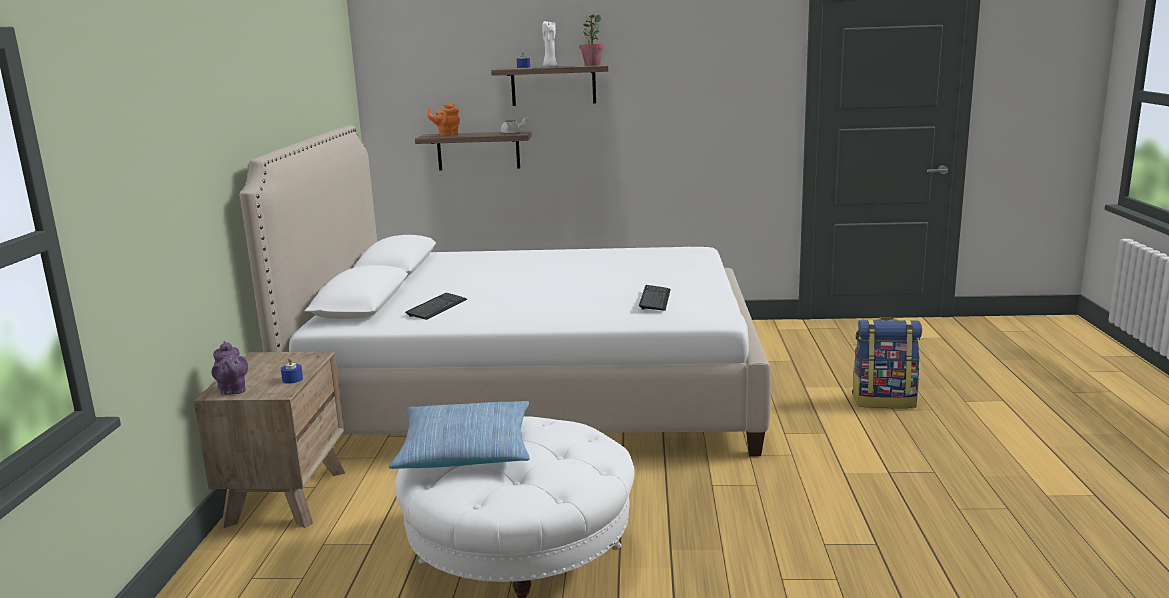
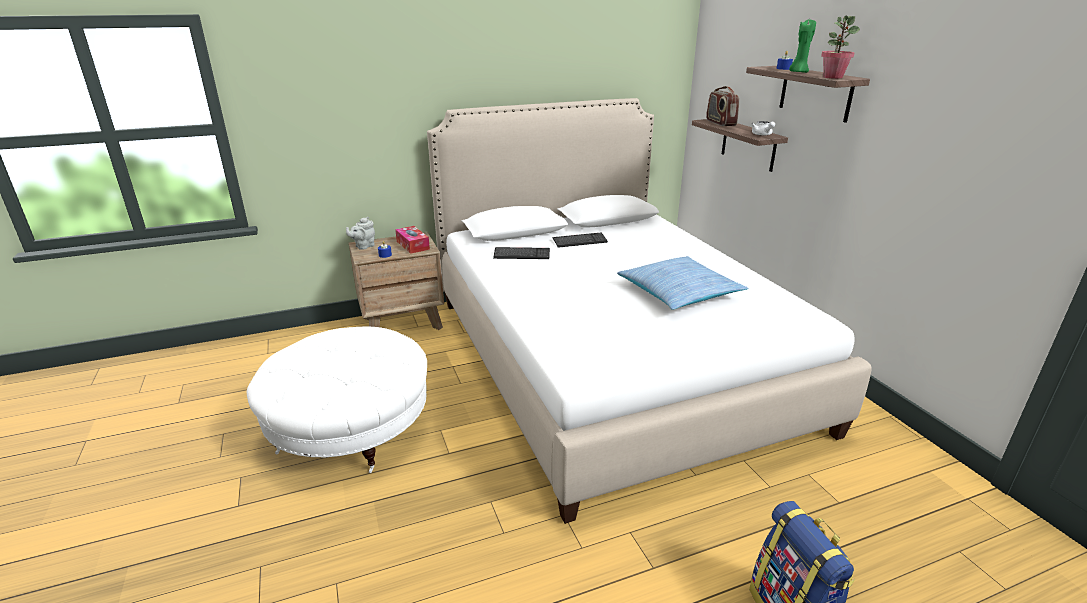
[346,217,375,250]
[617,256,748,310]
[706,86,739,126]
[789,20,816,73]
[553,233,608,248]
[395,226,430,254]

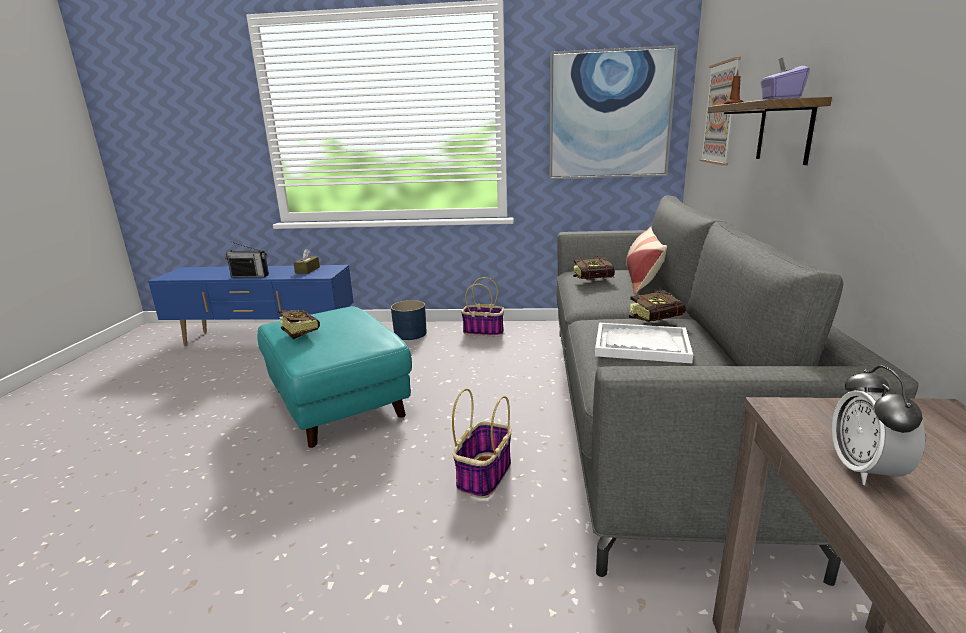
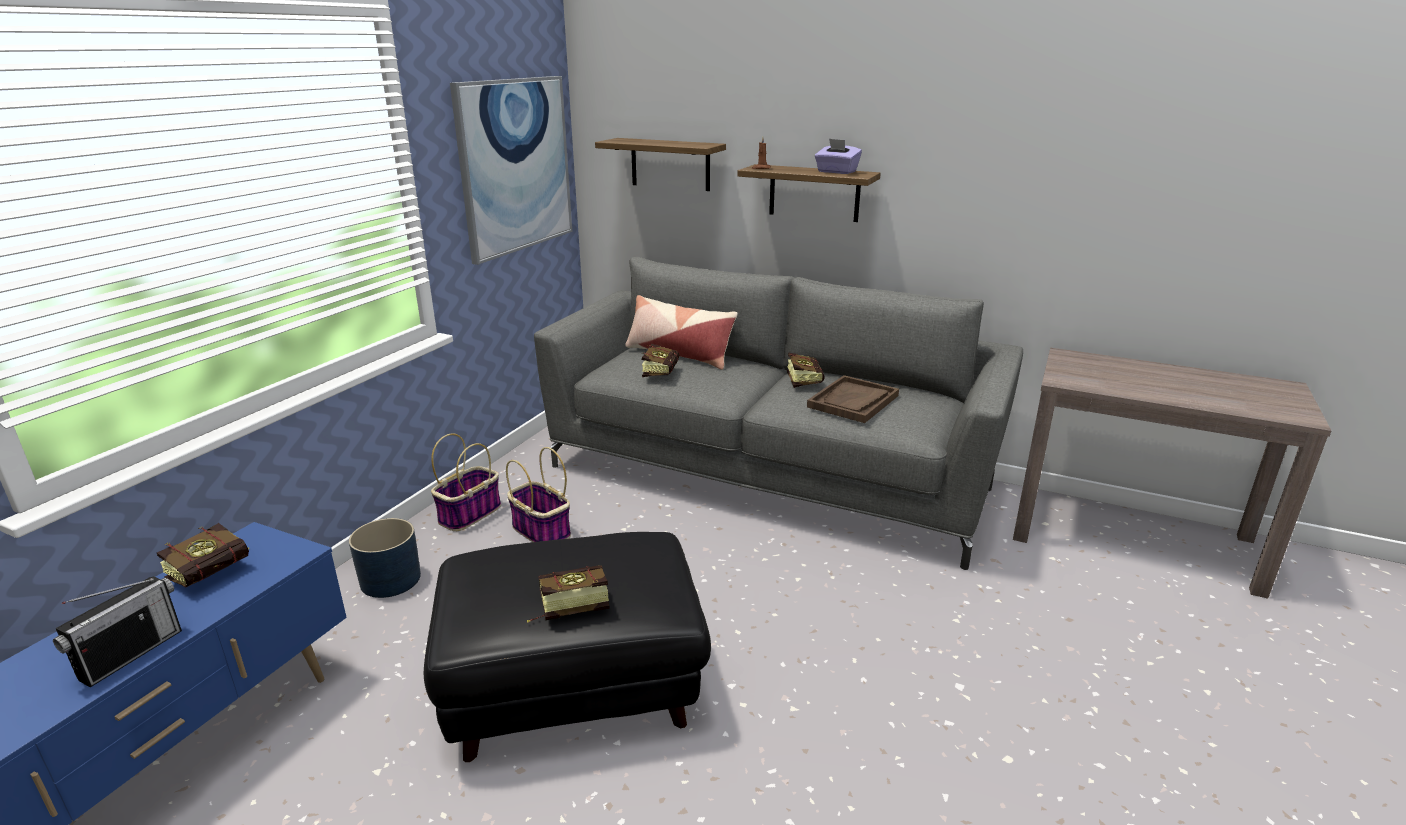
[424,532,711,762]
[157,523,249,587]
[506,447,571,542]
[807,375,899,423]
[595,138,726,191]
[832,365,925,485] (first image)

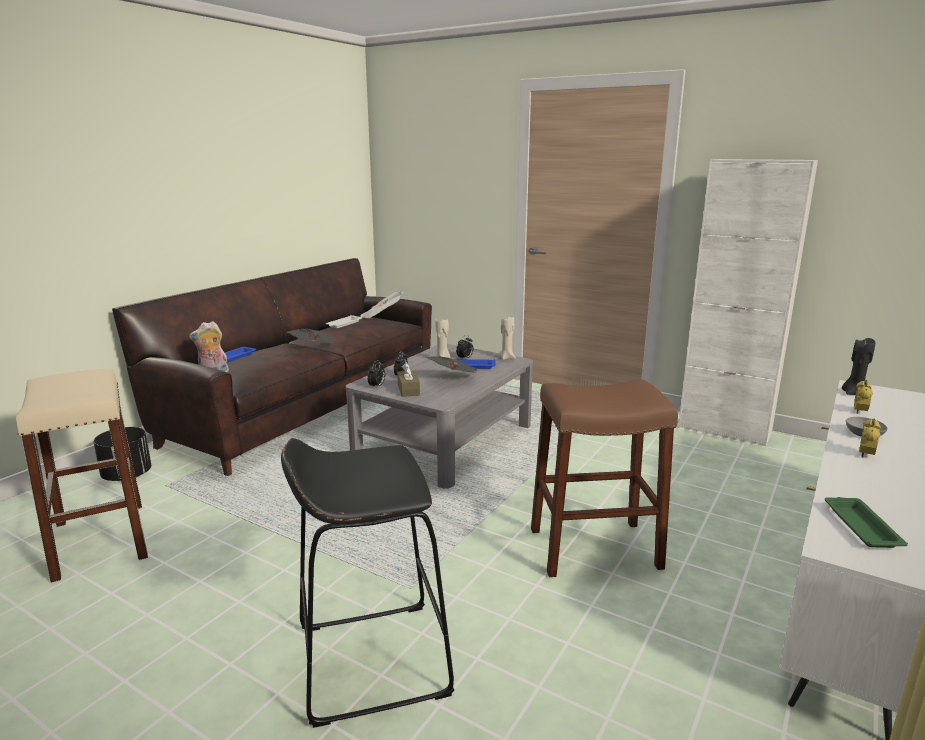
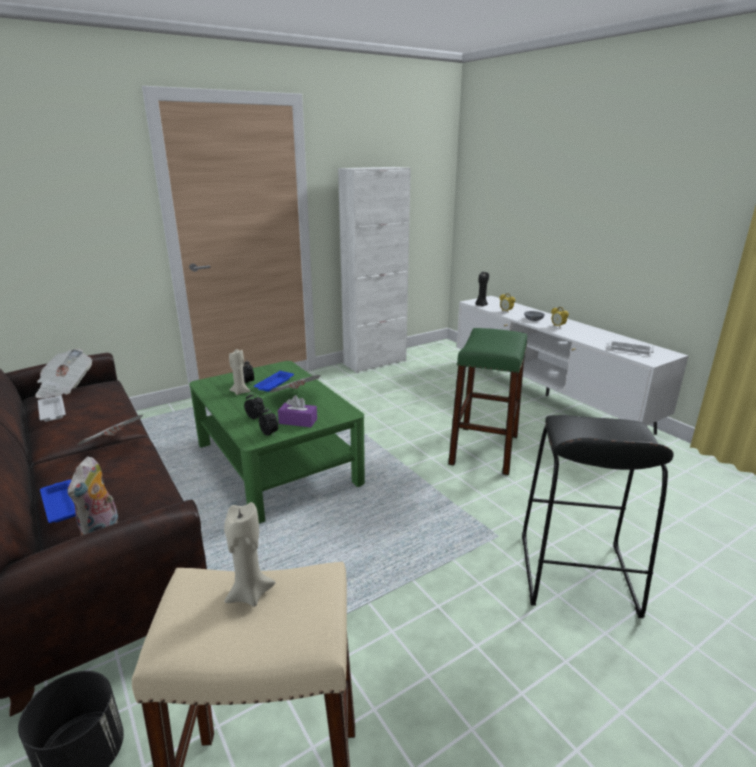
[189,361,365,523]
[278,395,317,427]
[224,502,276,607]
[448,328,527,475]
[607,341,654,355]

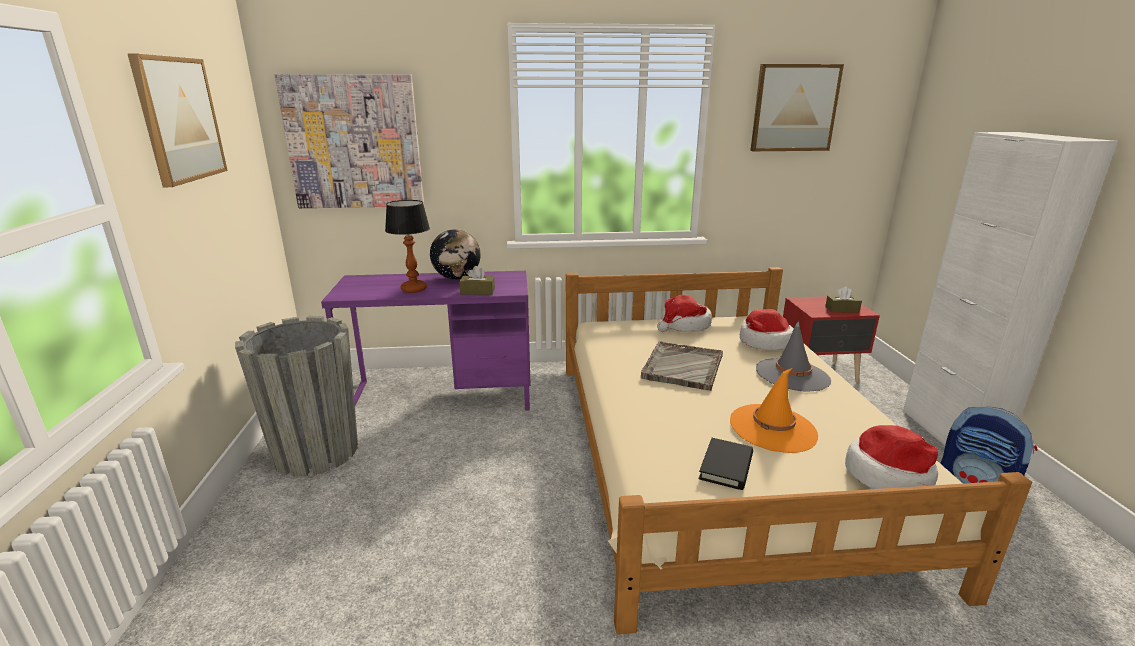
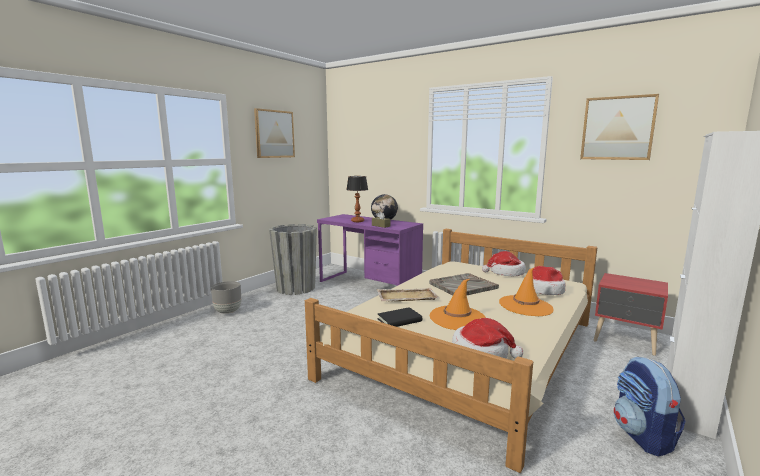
[275,74,424,208] (first image)
[499,268,554,316]
[825,286,862,312] (first image)
[211,281,241,314]
[377,288,439,301]

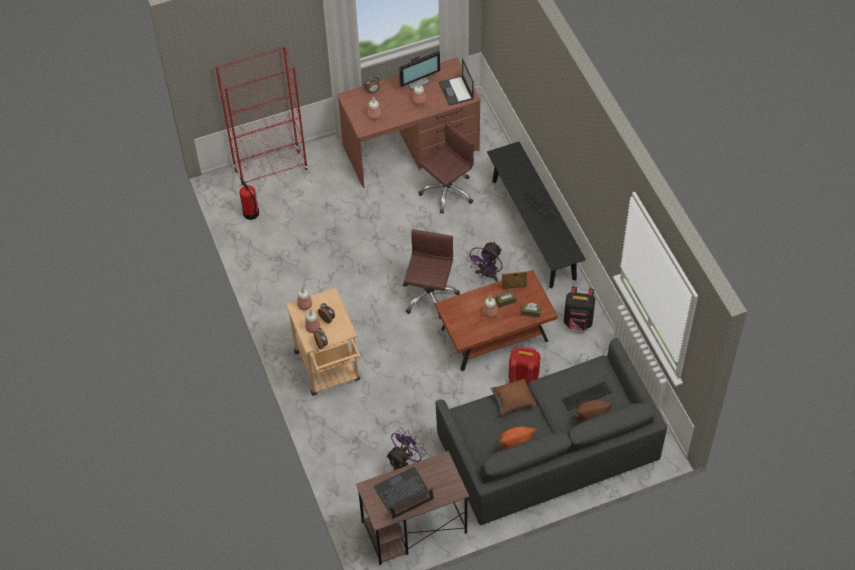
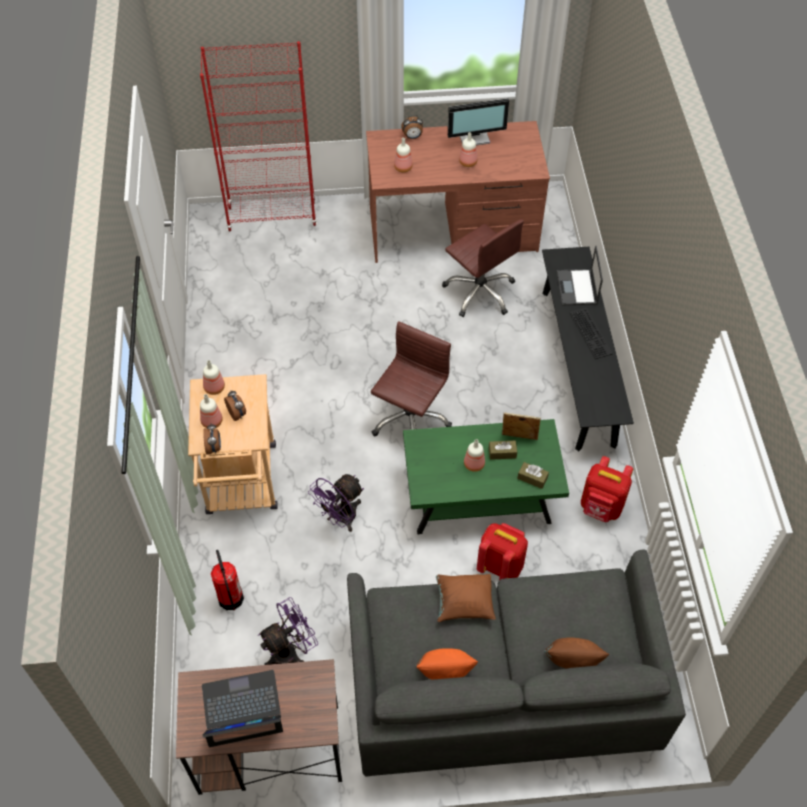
[211,550,244,610]
[442,219,524,317]
[403,419,569,535]
[557,245,603,305]
[308,474,364,532]
[561,381,612,411] (first image)
[581,456,634,522]

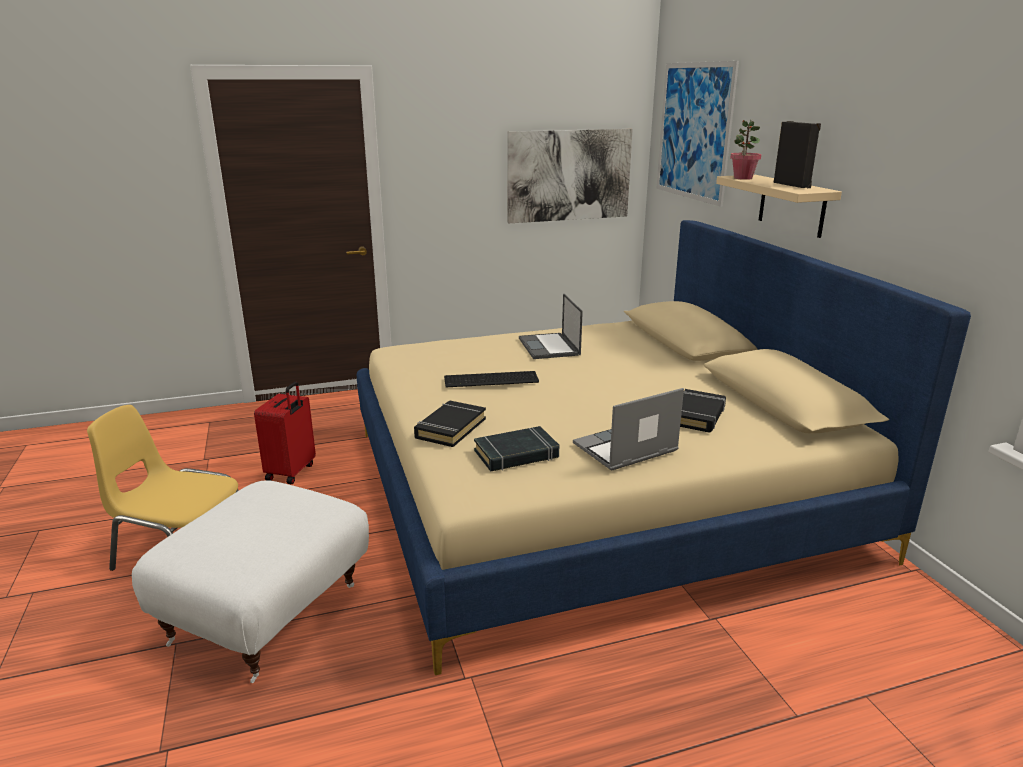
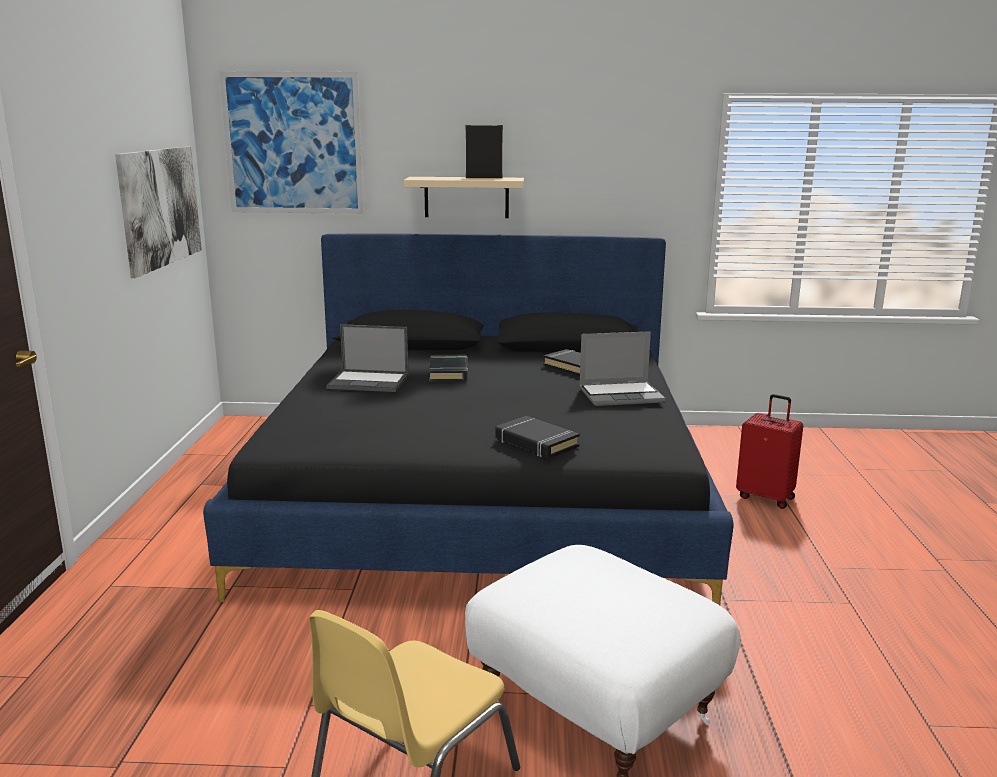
[736,394,803,509]
[203,233,734,605]
[444,371,539,387] (first image)
[429,355,468,382]
[579,331,665,406]
[730,119,761,180] (first image)

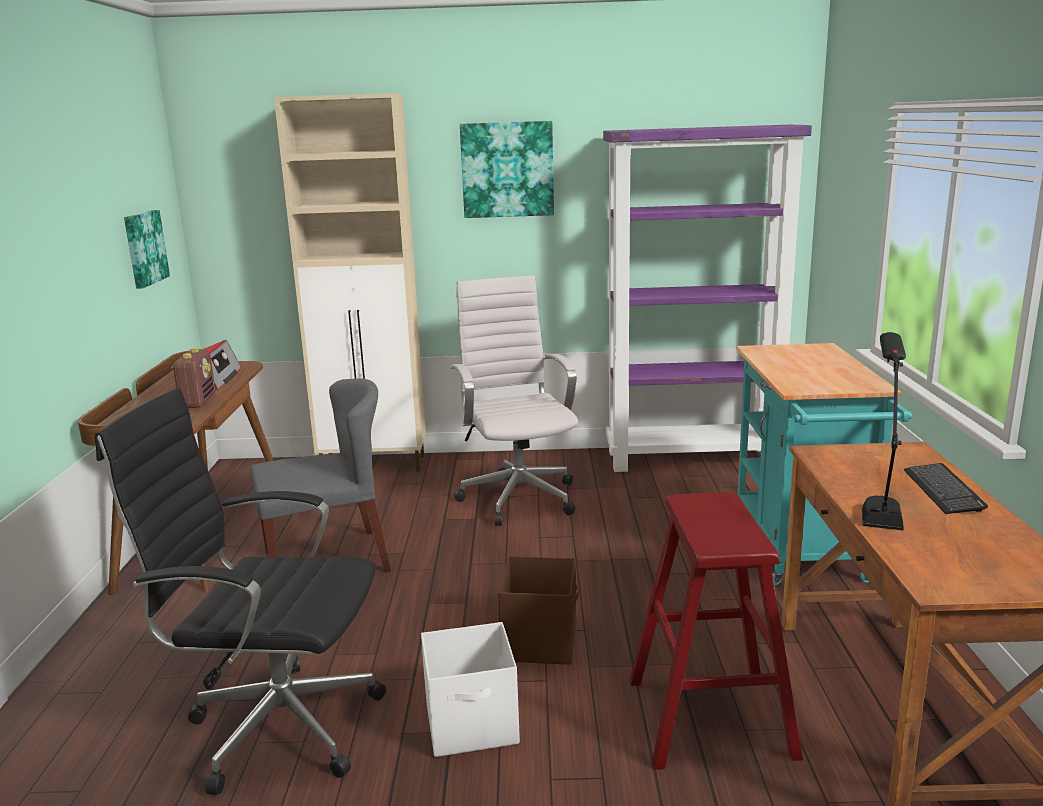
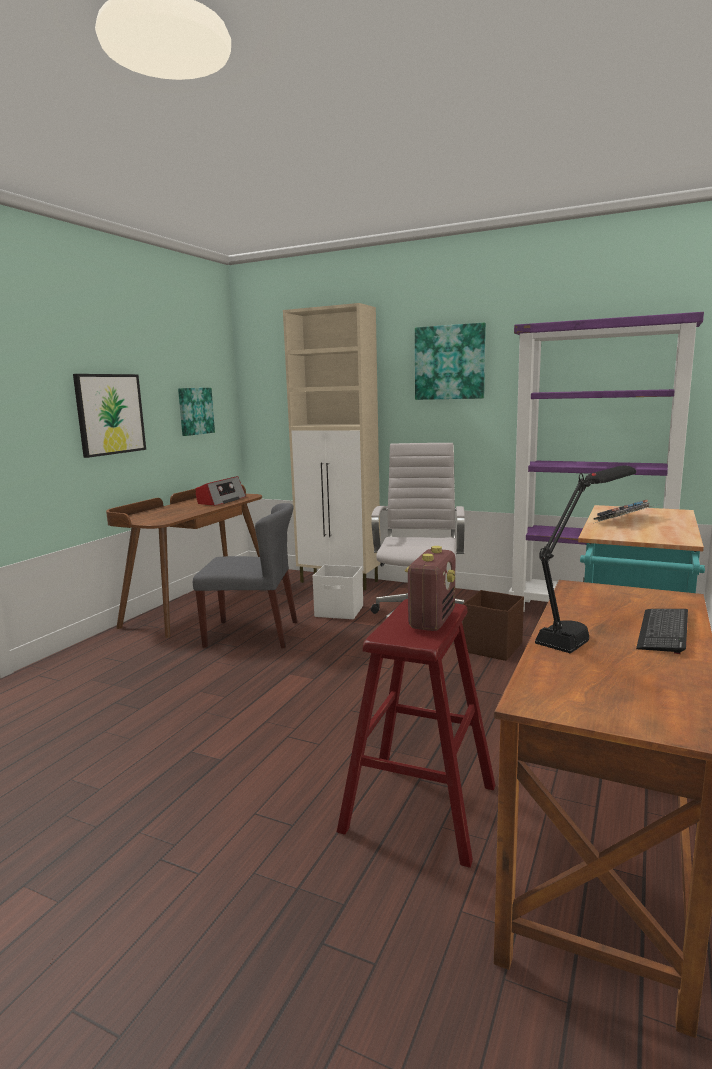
[94,388,386,795] (first image)
[405,546,455,631]
[313,565,363,619]
[463,590,524,661]
[73,374,146,458]
[593,500,659,523]

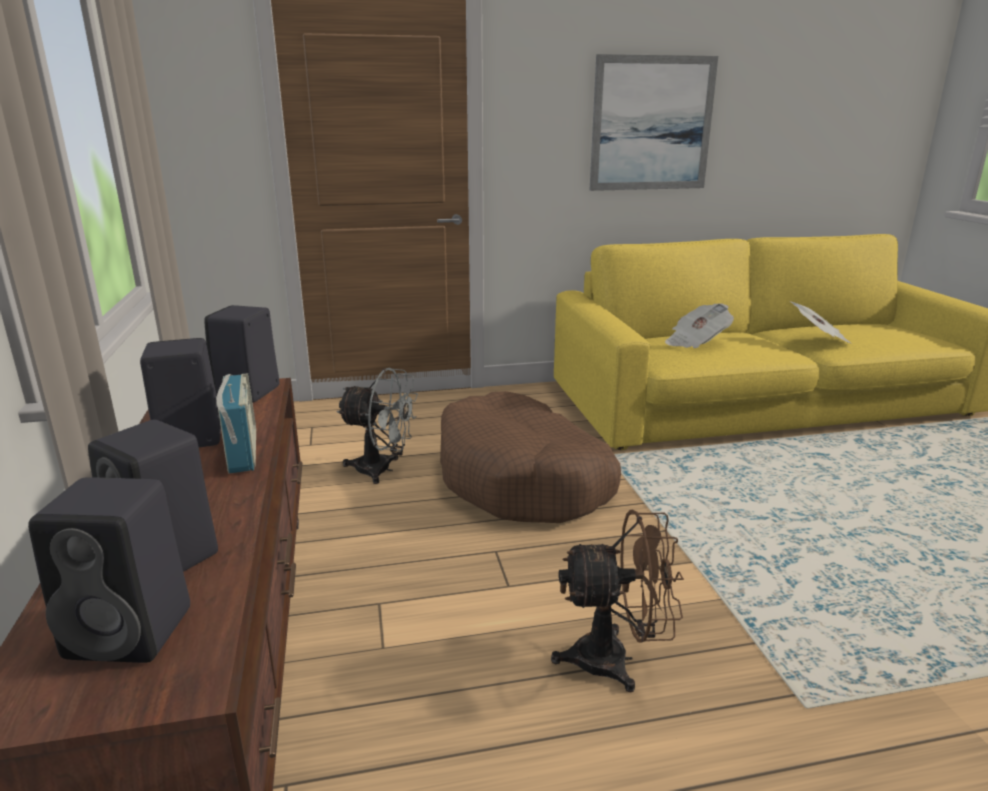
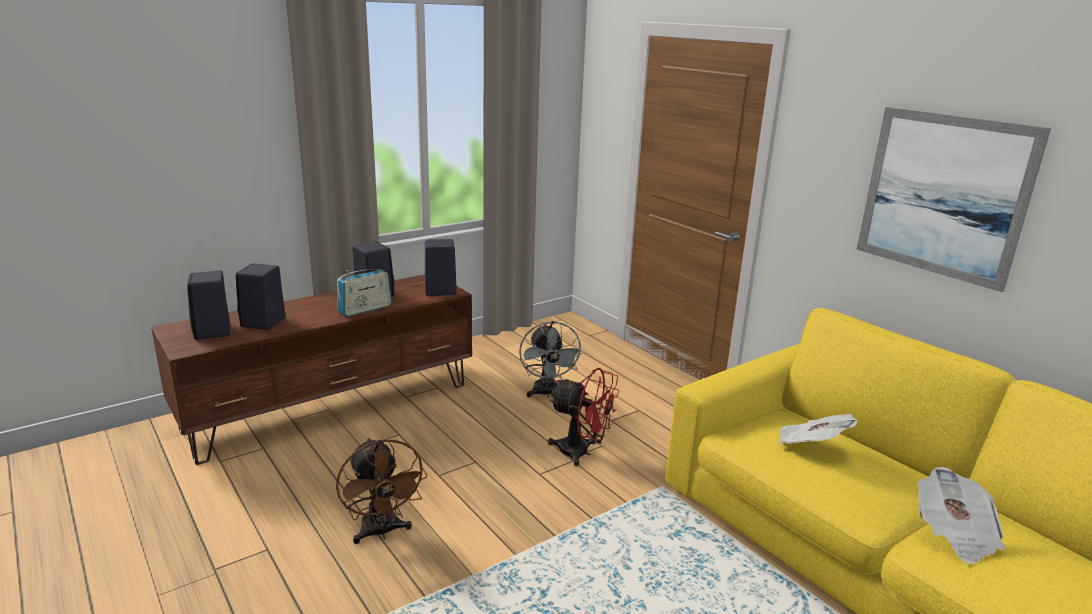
[548,368,619,466]

